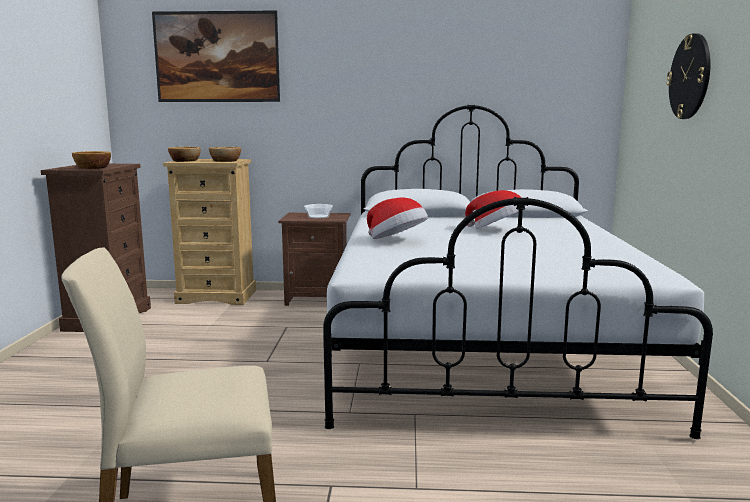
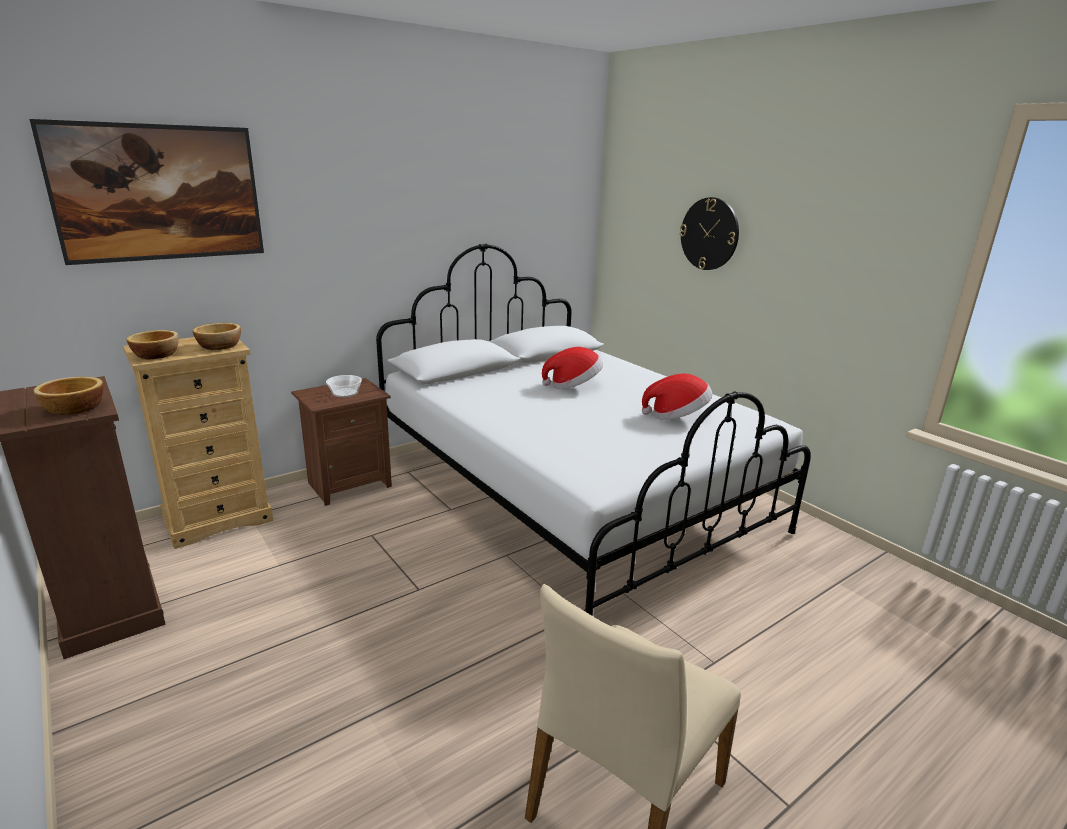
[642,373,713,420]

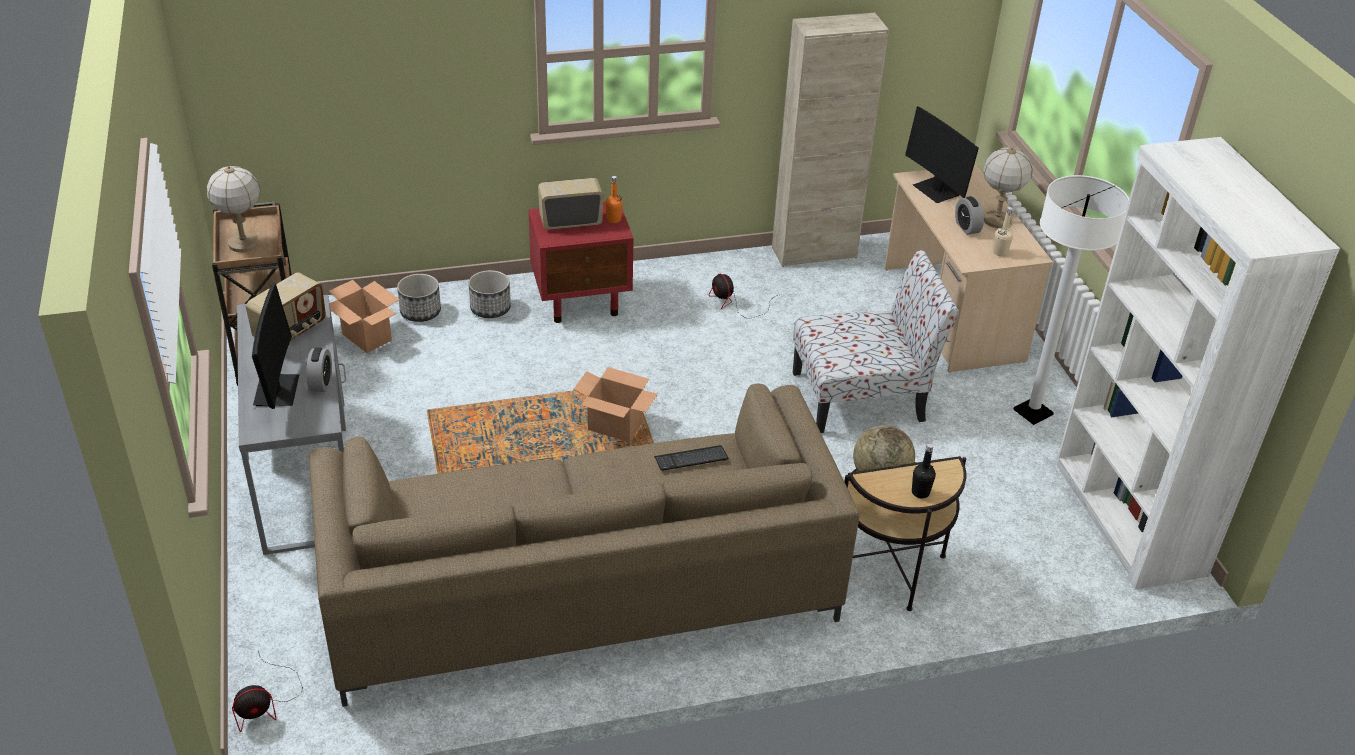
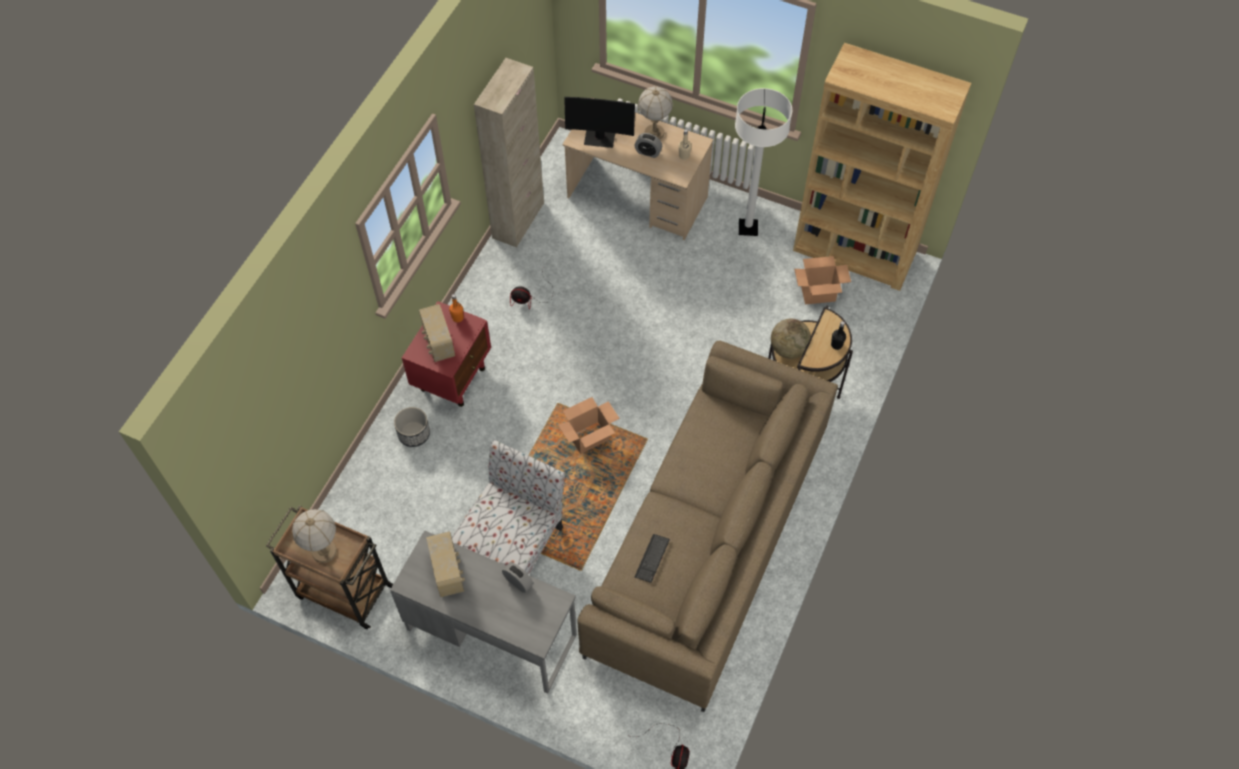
[252,283,300,409] (first image)
[794,256,851,304]
[397,274,441,322] (first image)
[419,304,455,362]
[635,534,670,583]
[452,440,565,575]
[793,43,971,291]

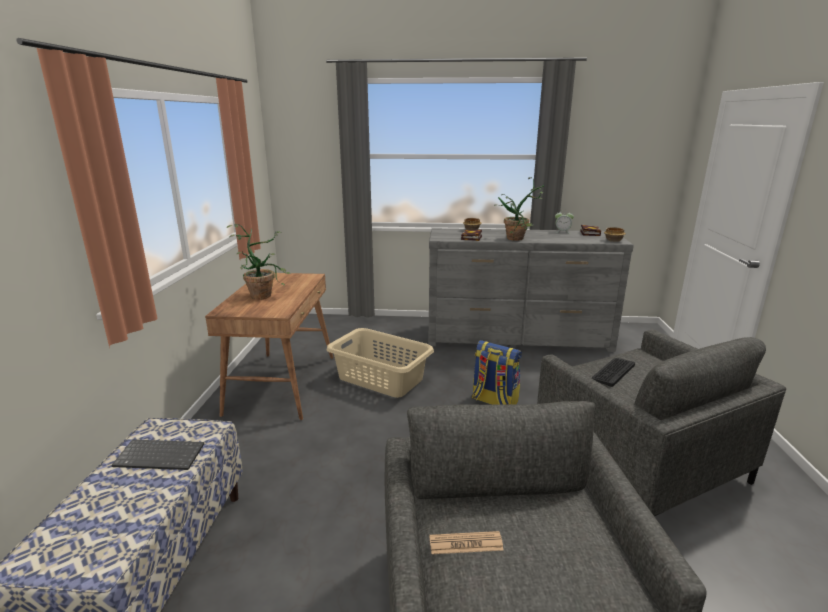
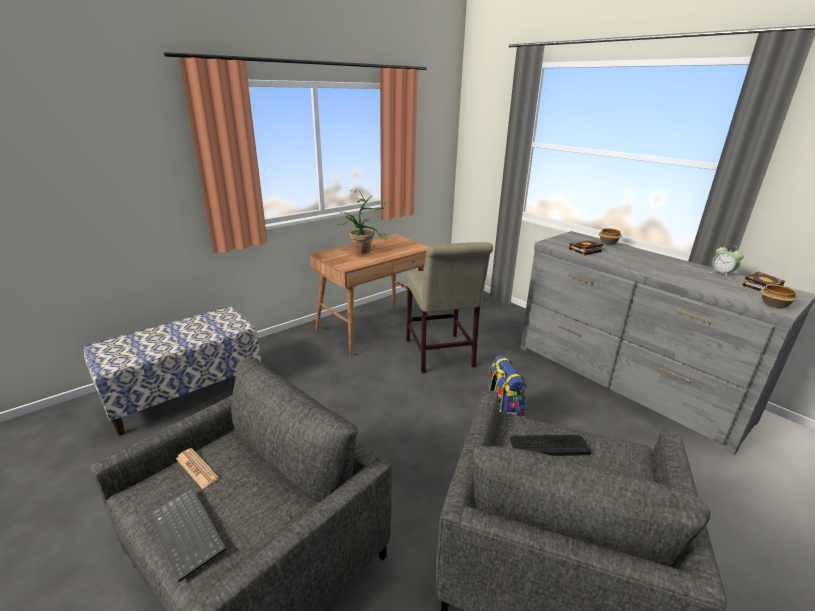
[150,488,227,582]
[406,242,493,373]
[494,177,544,241] (first image)

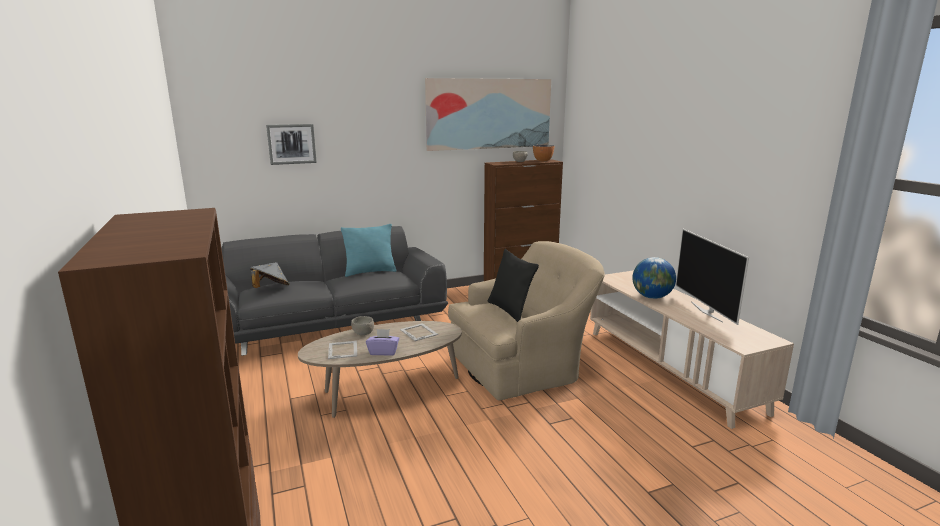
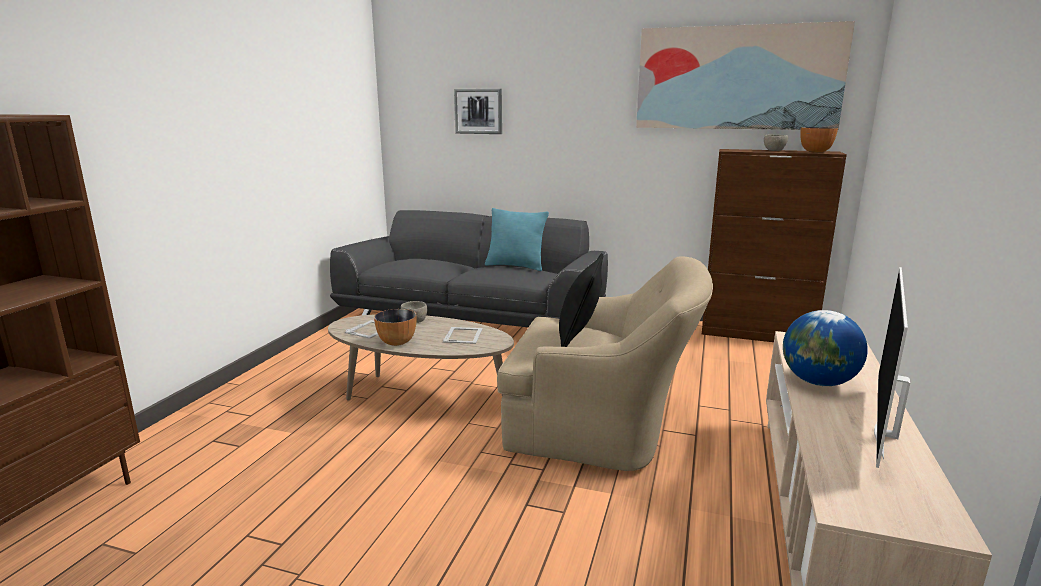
[250,262,290,288] (first image)
[374,309,417,346]

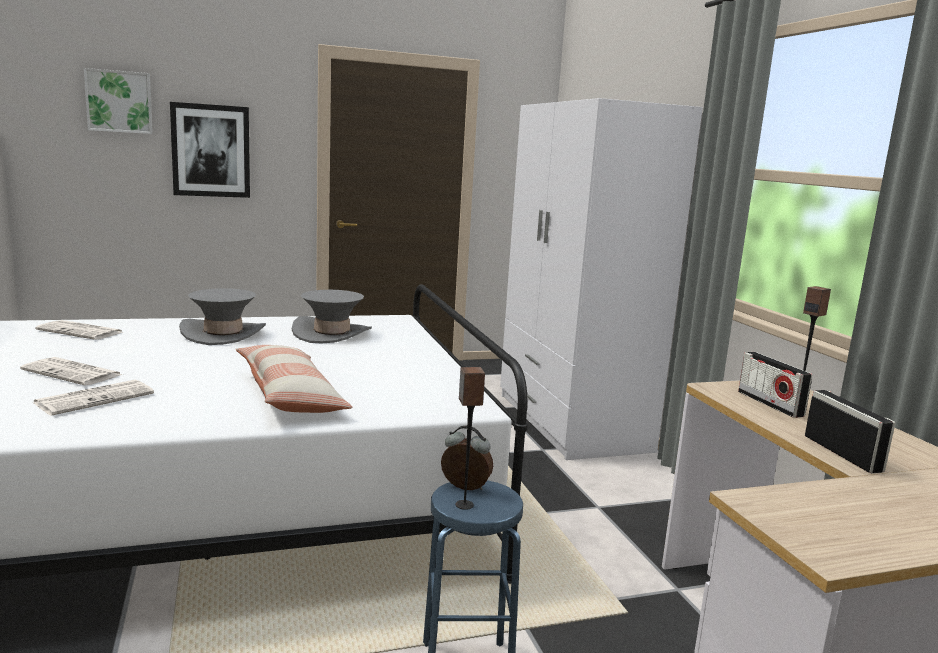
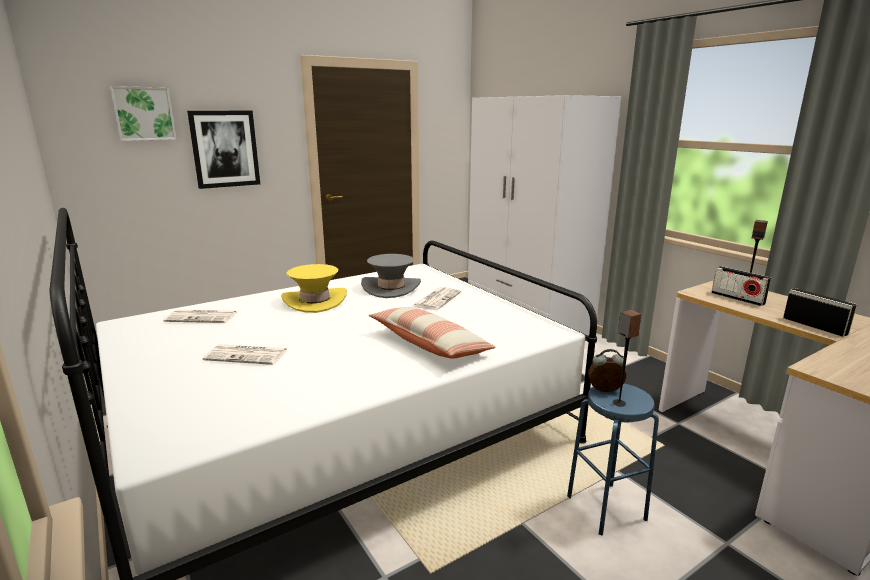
[413,287,461,310]
[281,264,347,313]

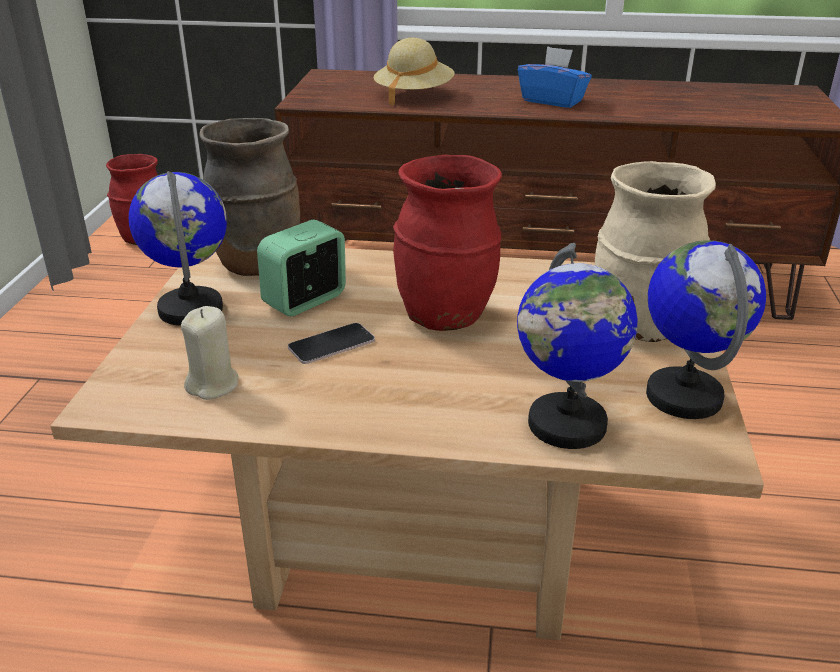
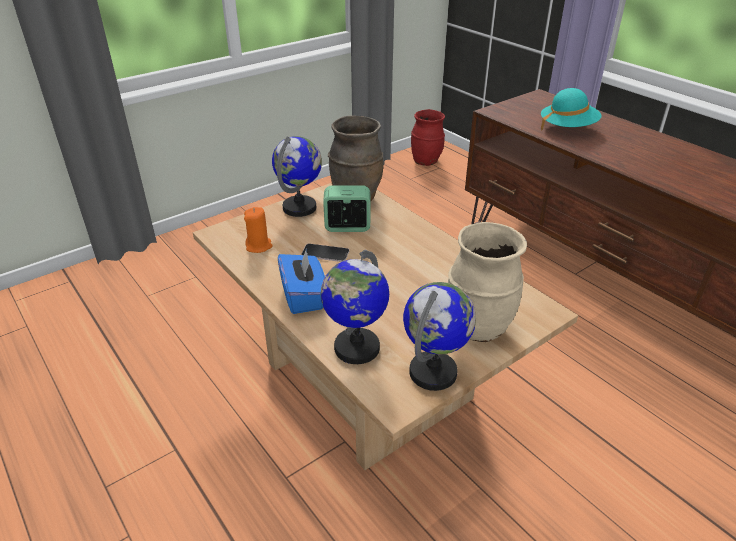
[244,207,273,253]
[541,88,602,131]
[393,155,502,331] (first image)
[278,250,325,314]

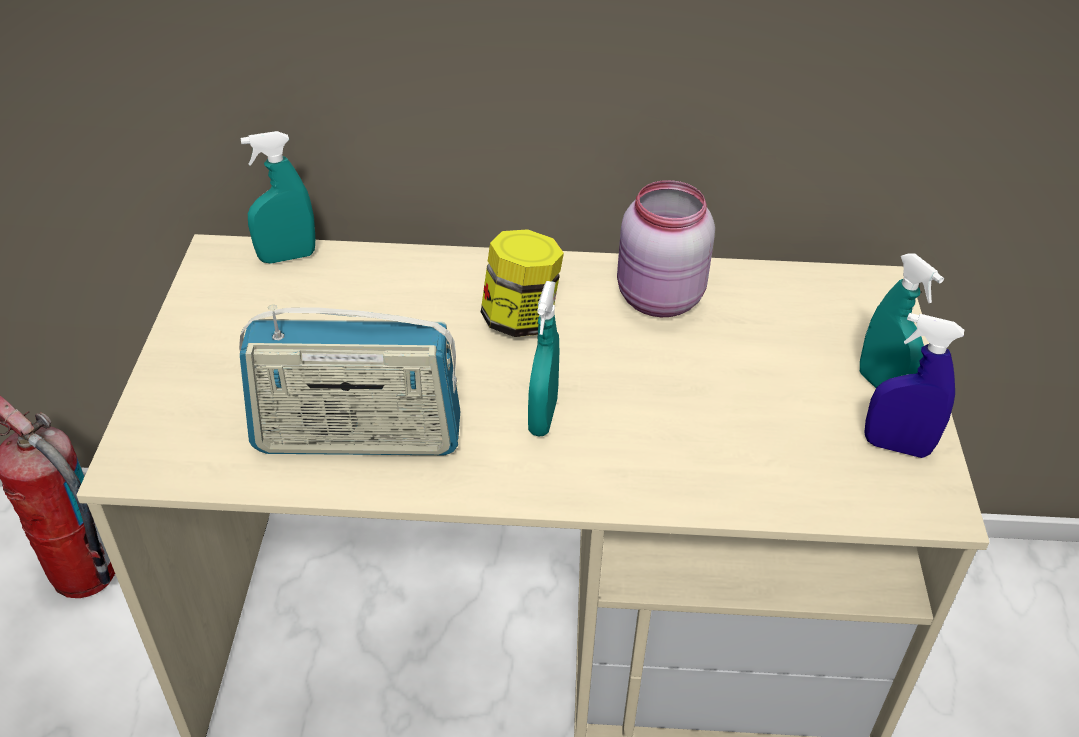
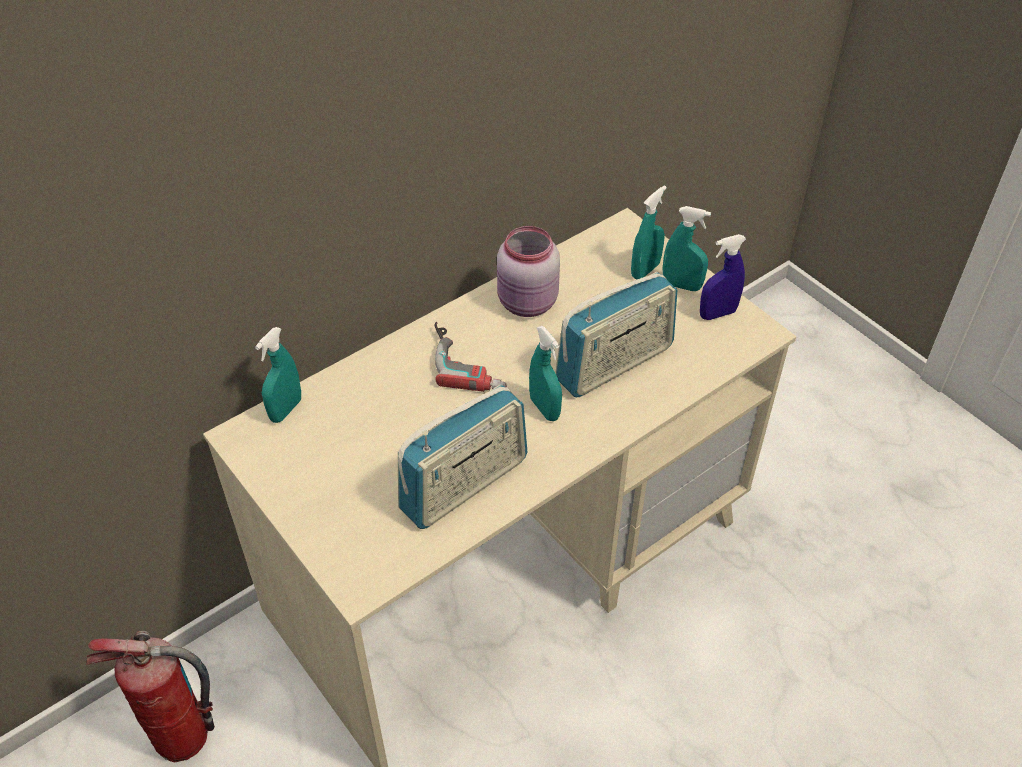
[434,322,507,392]
[555,272,677,398]
[631,185,667,279]

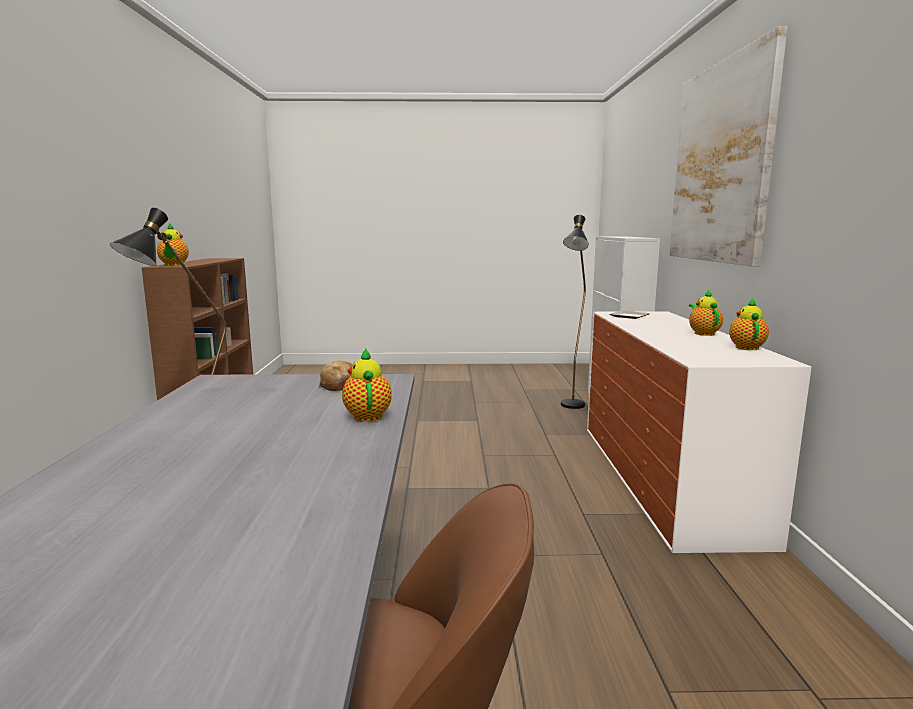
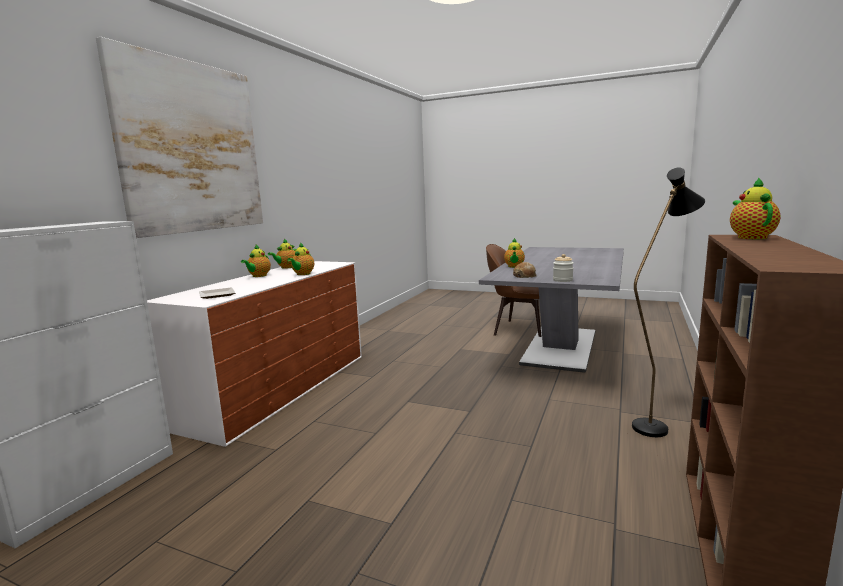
[561,215,588,409] (first image)
[287,242,314,275]
[553,254,574,282]

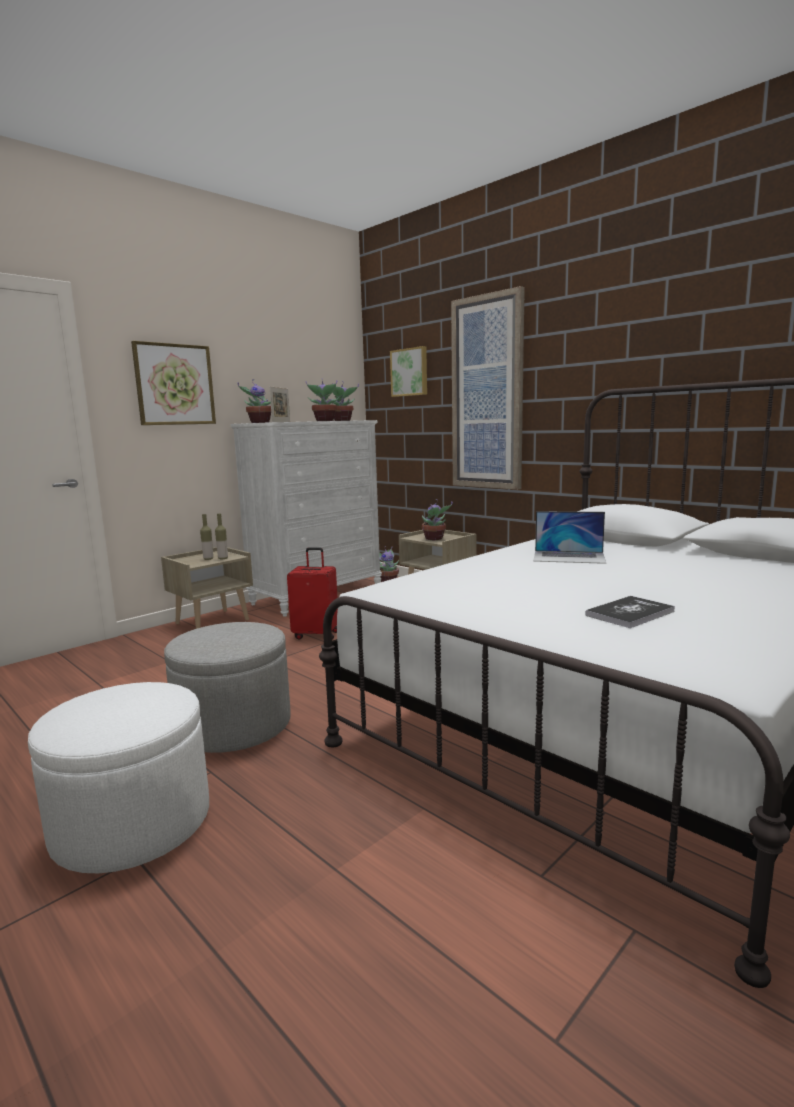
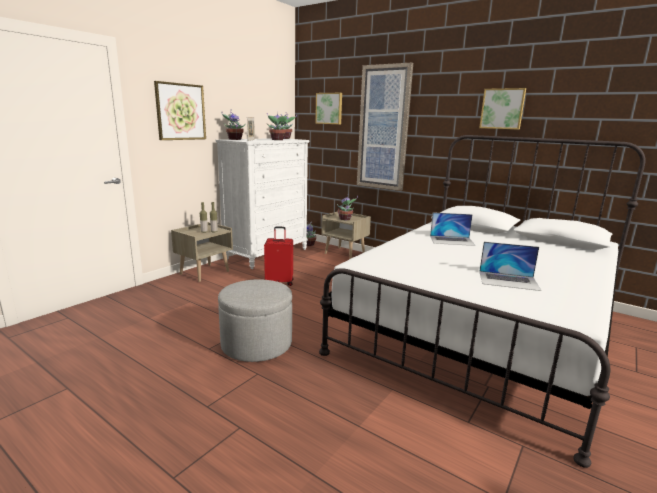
[28,682,209,873] (first image)
[479,242,541,291]
[479,88,526,130]

